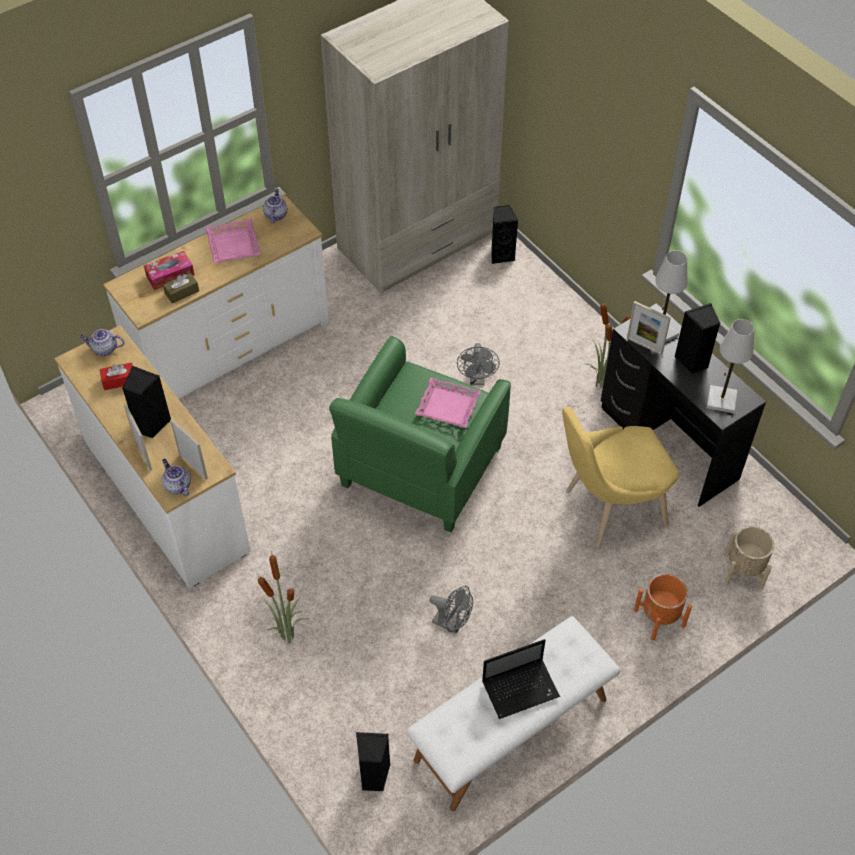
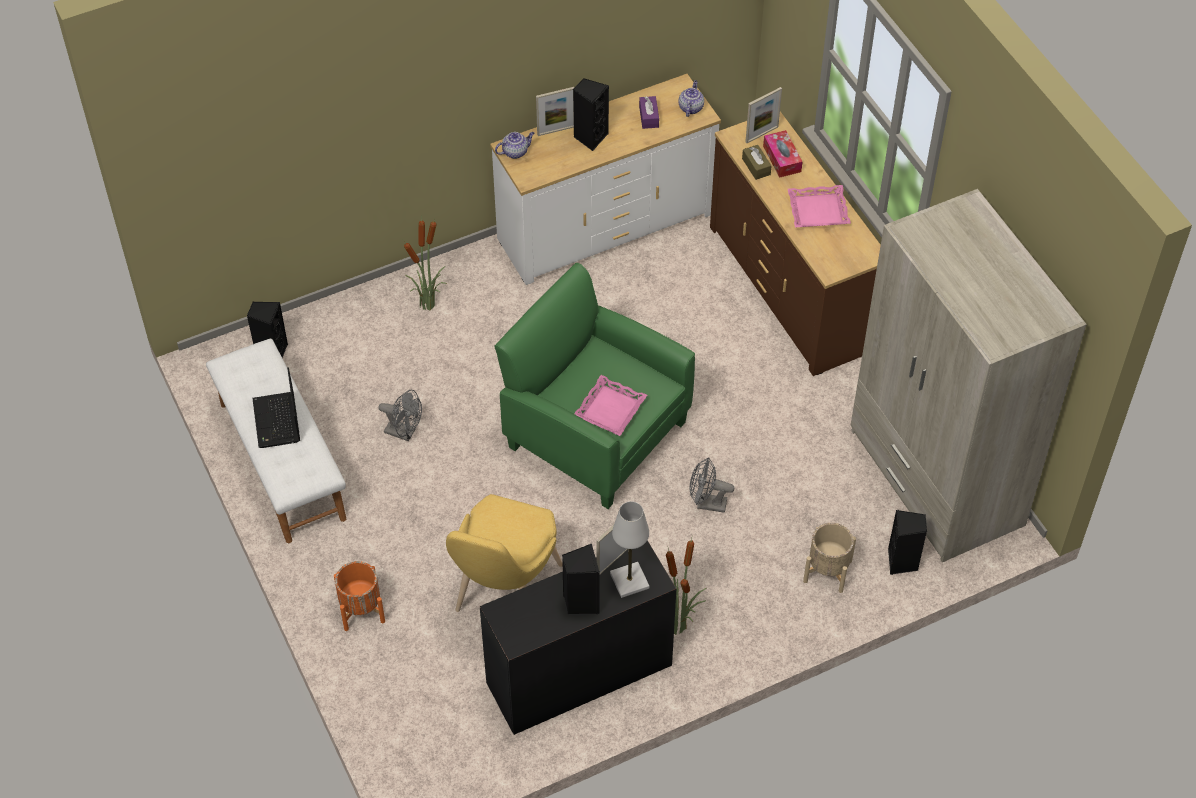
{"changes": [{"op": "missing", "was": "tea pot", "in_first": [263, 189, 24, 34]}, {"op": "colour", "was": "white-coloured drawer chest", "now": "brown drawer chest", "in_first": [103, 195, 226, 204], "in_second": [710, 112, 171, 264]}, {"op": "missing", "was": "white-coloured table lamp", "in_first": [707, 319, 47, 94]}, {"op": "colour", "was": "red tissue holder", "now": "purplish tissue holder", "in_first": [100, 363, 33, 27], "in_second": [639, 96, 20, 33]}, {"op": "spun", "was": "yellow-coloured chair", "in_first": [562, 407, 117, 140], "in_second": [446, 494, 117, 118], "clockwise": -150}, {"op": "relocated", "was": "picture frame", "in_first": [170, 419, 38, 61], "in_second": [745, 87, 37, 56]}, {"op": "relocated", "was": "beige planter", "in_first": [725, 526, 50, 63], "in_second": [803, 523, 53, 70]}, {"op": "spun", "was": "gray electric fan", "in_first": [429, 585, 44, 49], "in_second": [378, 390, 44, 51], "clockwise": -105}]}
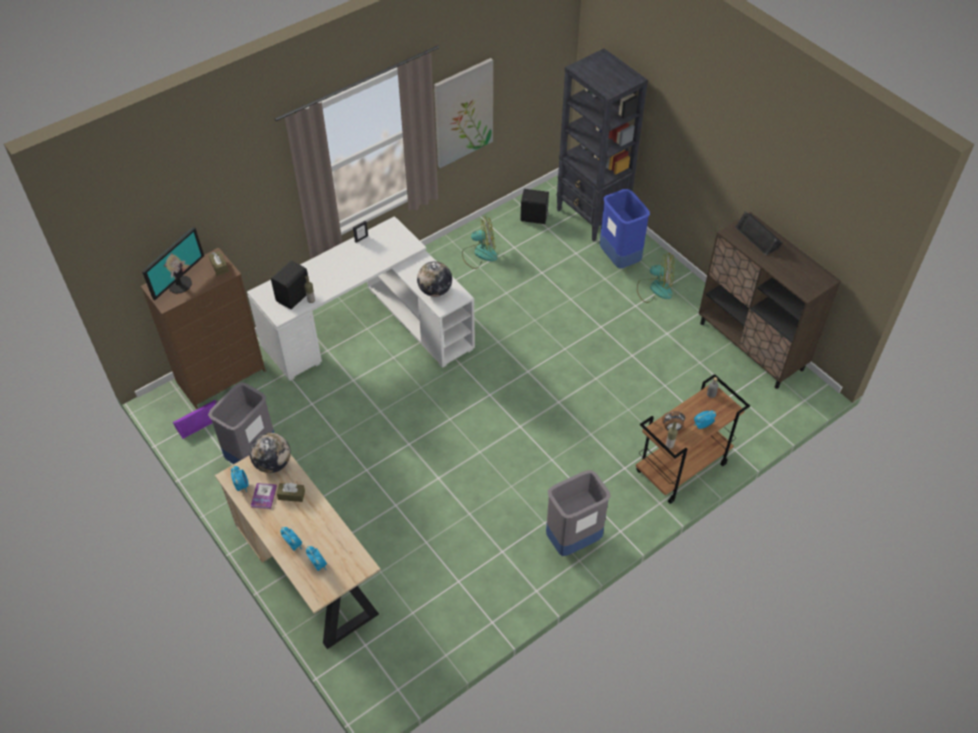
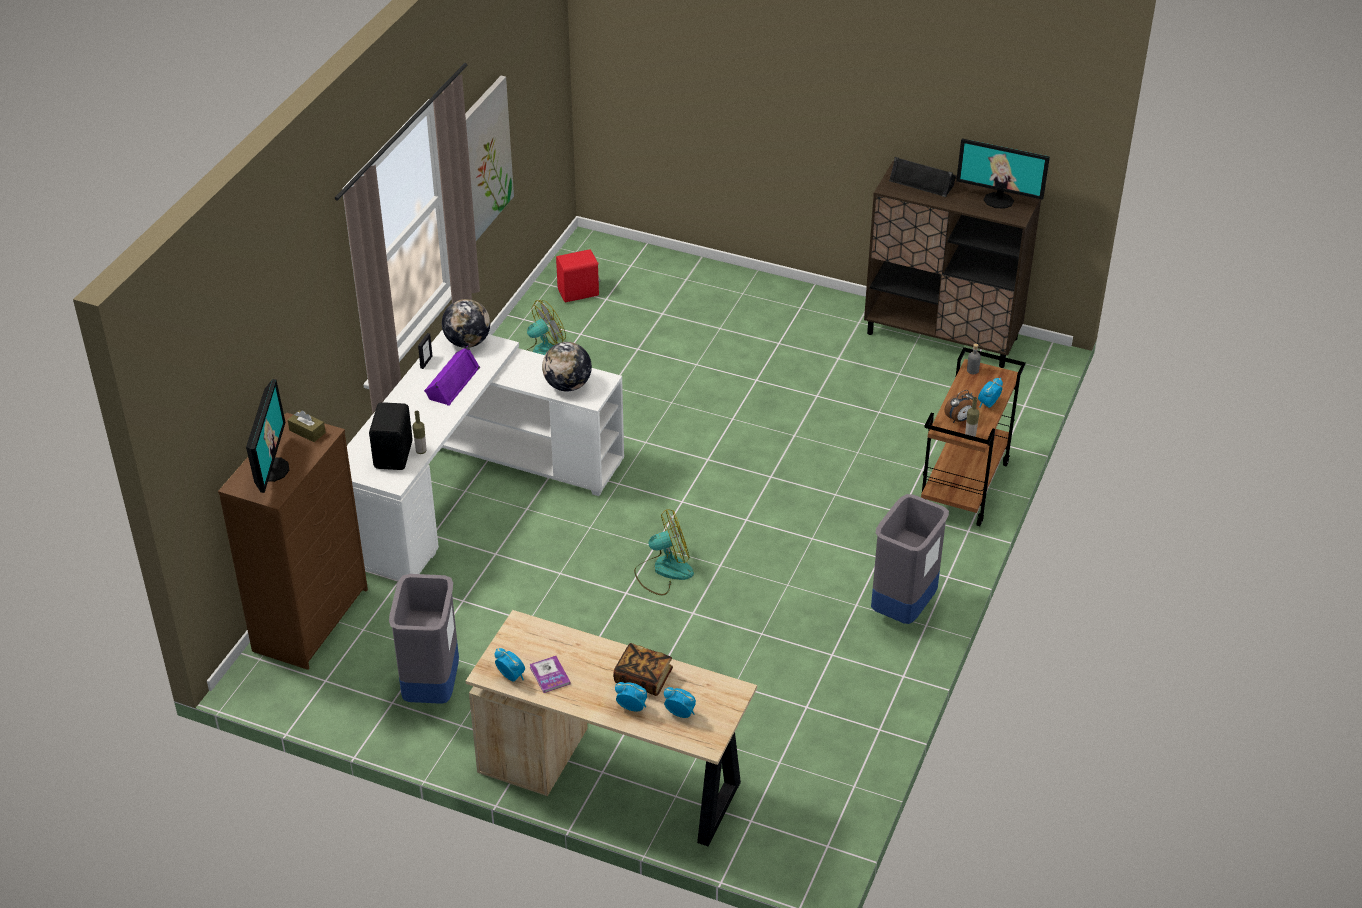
{"changes": [{"op": "missing", "was": "blackish bookshelf", "in_first": [556, 48, 92, 194]}, {"op": "colour", "was": "blackish loudspeaker", "now": "red loudspeaker", "in_first": [520, 189, 29, 35], "in_second": [556, 249, 45, 53]}, {"op": "missing", "was": "blue-coloured trash can", "in_first": [600, 189, 50, 79]}, {"op": "relocated", "was": "electric fan", "in_first": [637, 253, 37, 50], "in_second": [634, 509, 60, 86]}, {"op": "relocated", "was": "purplish loudspeaker", "in_first": [173, 400, 45, 39], "in_second": [424, 346, 56, 60]}, {"op": "relocated", "was": "globe", "in_first": [250, 433, 41, 40], "in_second": [442, 299, 48, 49]}, {"op": "missing", "was": "brown tissue holder", "in_first": [277, 483, 28, 19]}, {"op": "appeared", "now": "computer display", "in_second": [956, 138, 94, 71]}, {"op": "appeared", "now": "bound book", "in_second": [613, 643, 60, 53]}]}
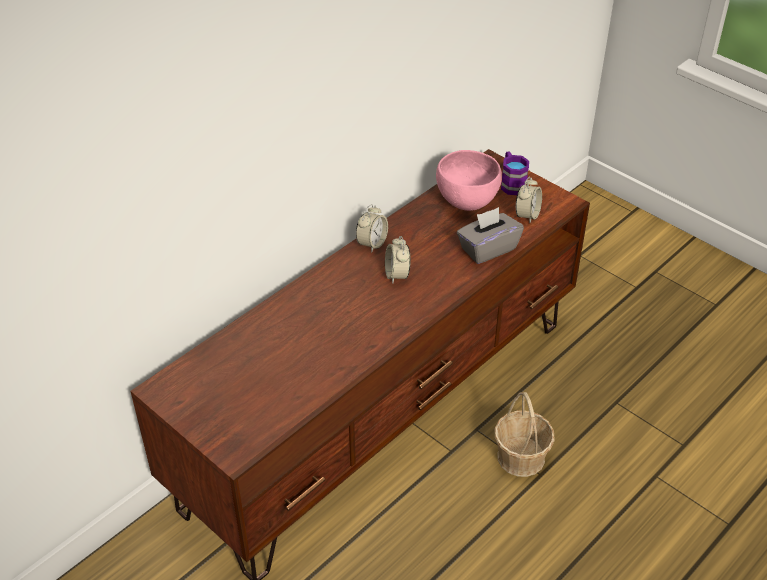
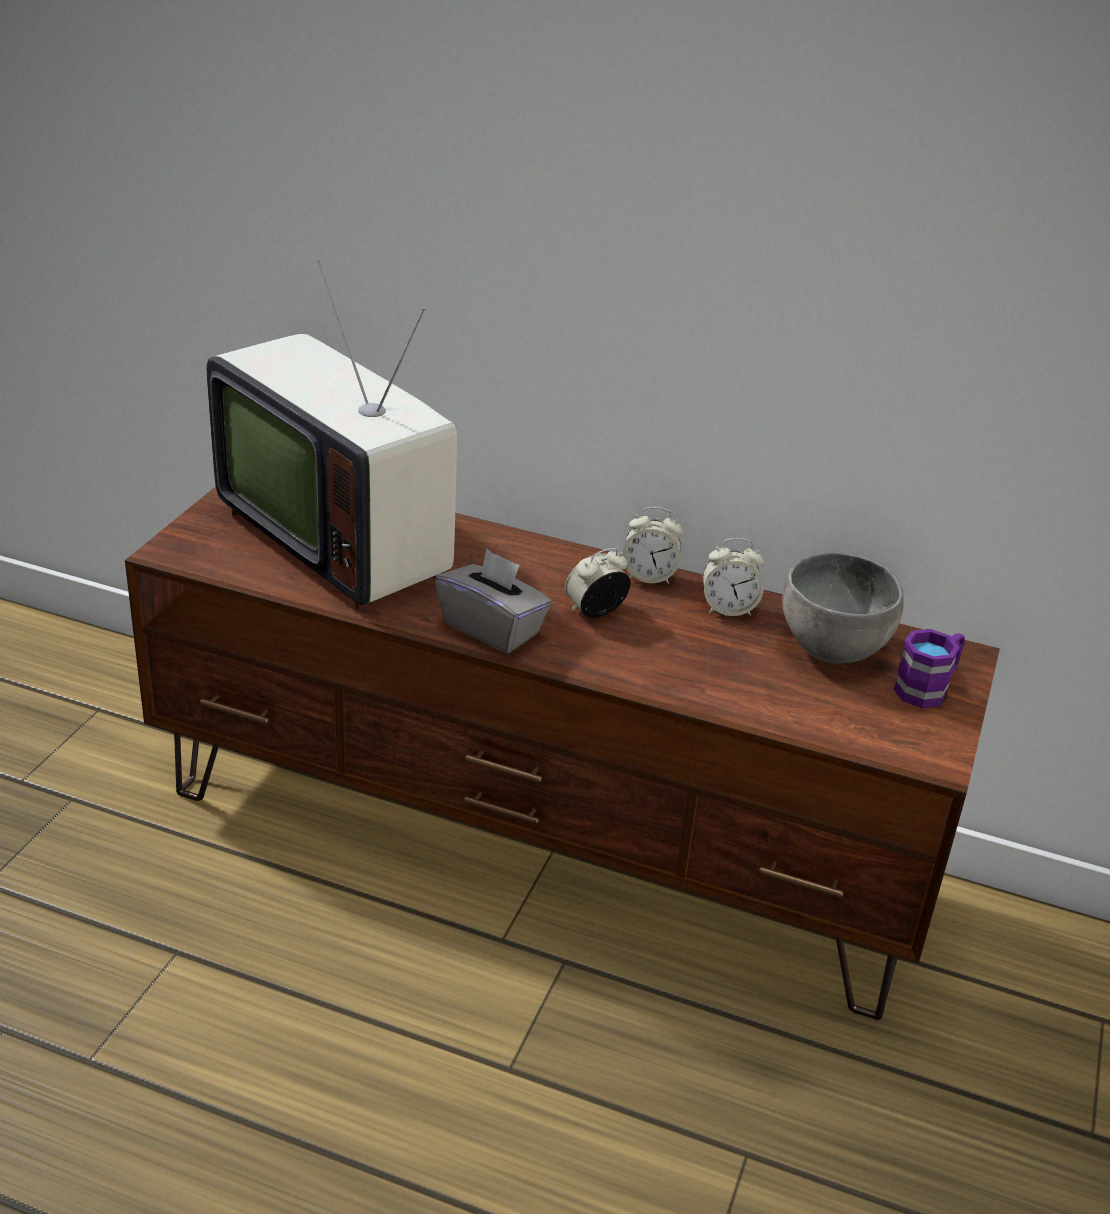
{"changes": [{"op": "colour", "was": "pink-coloured serving bowl", "now": "gray serving bowl", "in_first": [436, 150, 66, 61], "in_second": [782, 552, 122, 111]}, {"op": "relocated", "was": "bedside clock", "in_first": [516, 176, 26, 48], "in_second": [703, 538, 61, 78]}, {"op": "relocated", "was": "gray tissue holder", "in_first": [457, 207, 67, 57], "in_second": [435, 548, 117, 105]}, {"op": "missing", "was": "household basket", "in_first": [495, 392, 60, 85]}, {"op": "appeared", "now": "TV set", "in_second": [206, 259, 251, 351]}]}
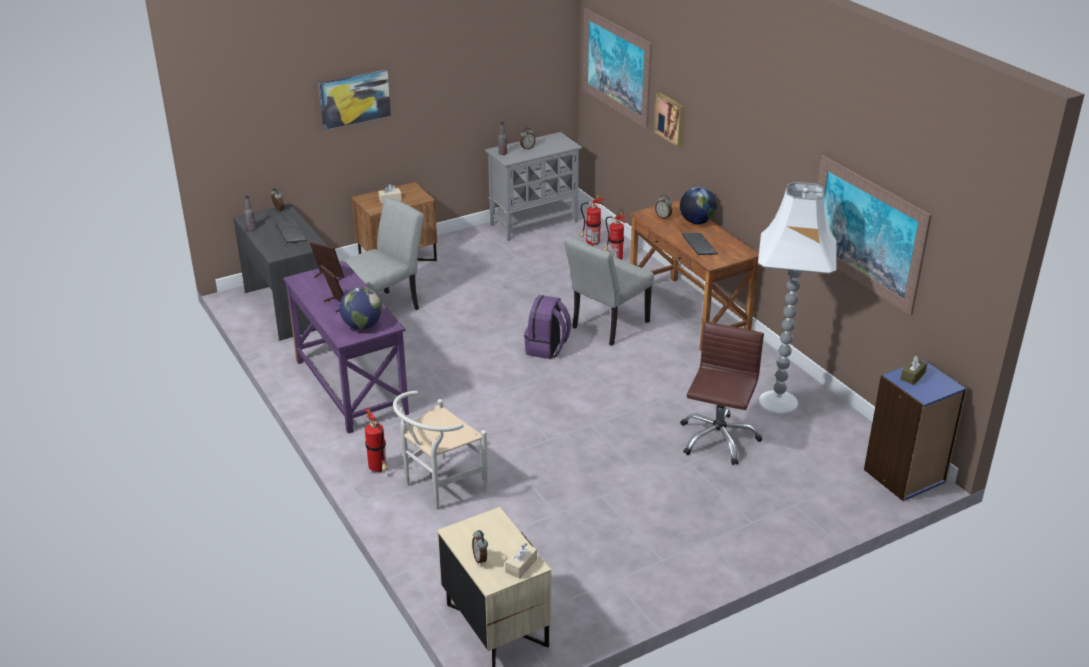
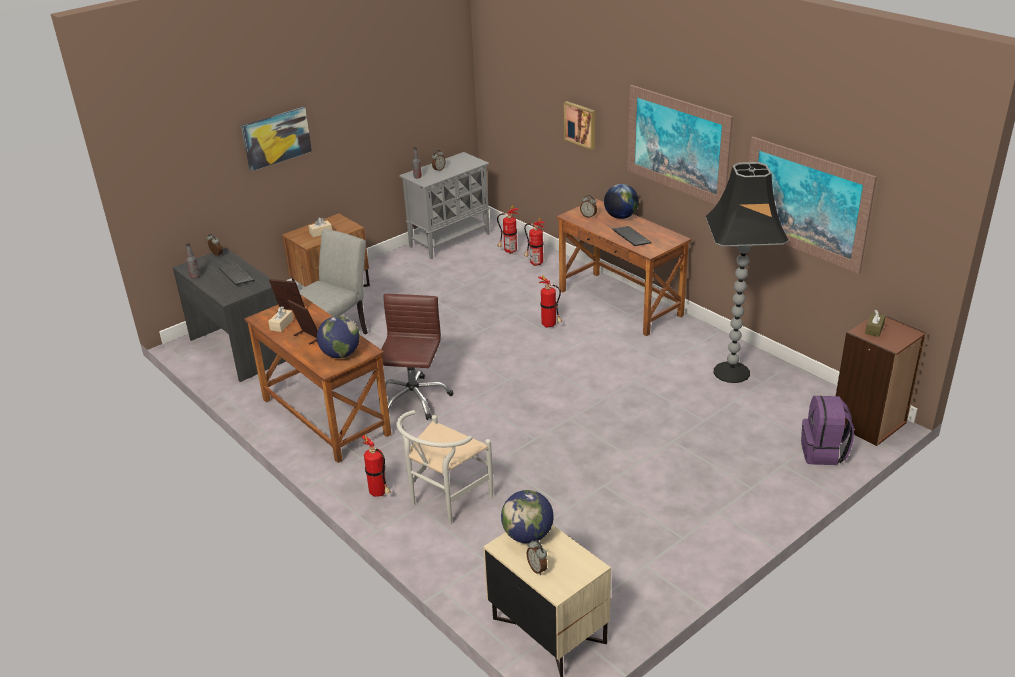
{"changes": [{"op": "relocated", "was": "wall picture", "in_first": [583, 8, 69, 121], "in_second": [627, 85, 106, 120]}, {"op": "colour", "was": "white-coloured standard lamp", "now": "blackish standard lamp", "in_first": [758, 182, 78, 232], "in_second": [705, 162, 84, 221]}, {"op": "exchanged", "was": "gray chair", "now": "fire-fighting cylinder", "in_first": [564, 236, 90, 110], "in_second": [538, 275, 24, 53]}, {"op": "colour", "was": "purplish desk table", "now": "brown desk table", "in_first": [283, 262, 126, 172], "in_second": [244, 295, 147, 168]}, {"op": "relocated", "was": "purplish backpack", "in_first": [524, 295, 47, 64], "in_second": [801, 396, 53, 69]}, {"op": "relocated", "was": "brown office chair", "in_first": [680, 322, 84, 143], "in_second": [381, 294, 72, 126]}, {"op": "colour", "was": "blue-coloured bookshelf", "now": "brown bookshelf", "in_first": [864, 359, 104, 142], "in_second": [836, 312, 90, 134]}, {"op": "relocated", "was": "beige tissue holder", "in_first": [505, 543, 32, 36], "in_second": [268, 306, 26, 26]}, {"op": "appeared", "now": "globe", "in_second": [501, 490, 53, 53]}]}
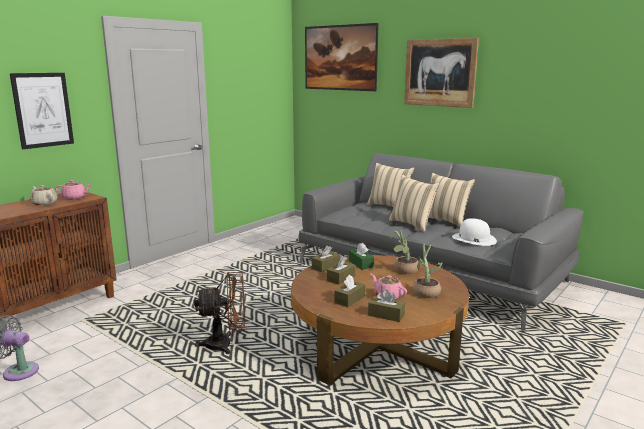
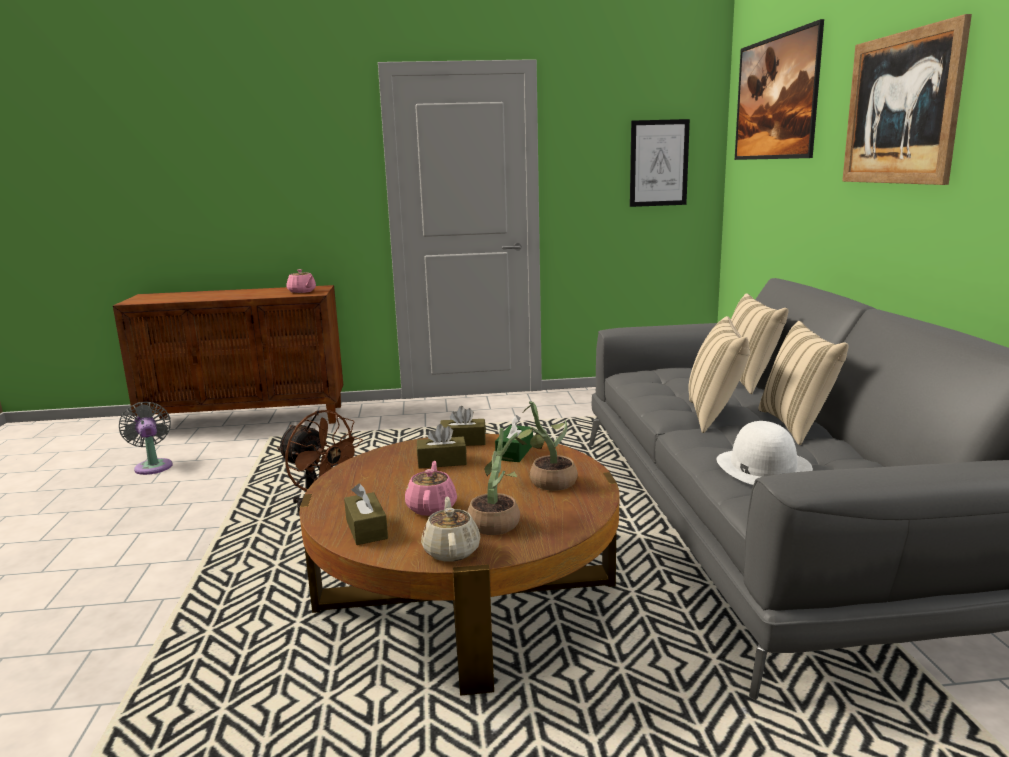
{"changes": [{"op": "relocated", "was": "wall picture", "in_first": [10, 73, 64, 76], "in_second": [630, 119, 60, 88]}, {"op": "relocated", "was": "beige tea pot", "in_first": [30, 185, 27, 21], "in_second": [421, 497, 59, 64]}, {"op": "missing", "was": "brown tissue holder", "in_first": [334, 275, 31, 32]}]}
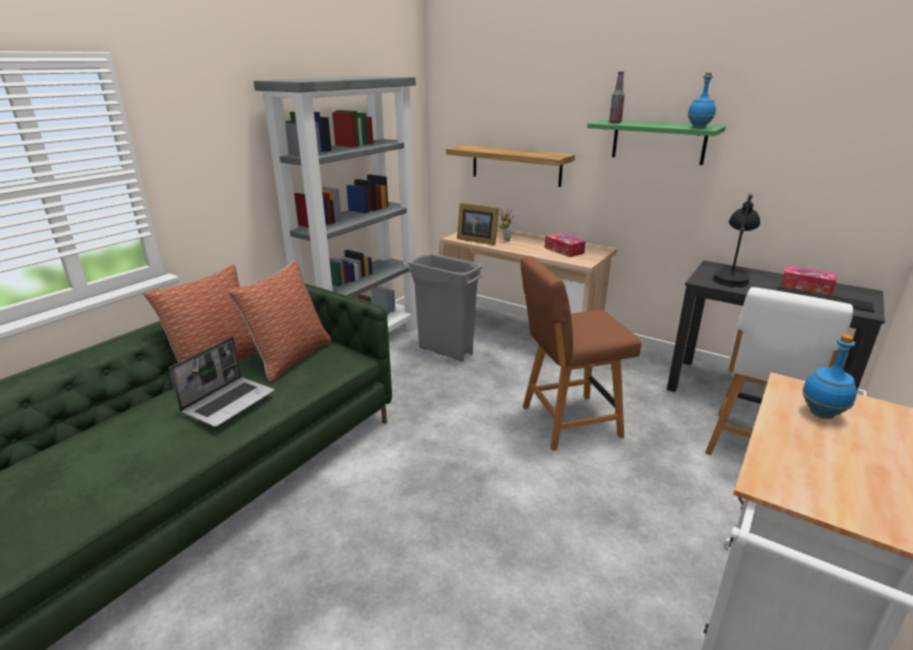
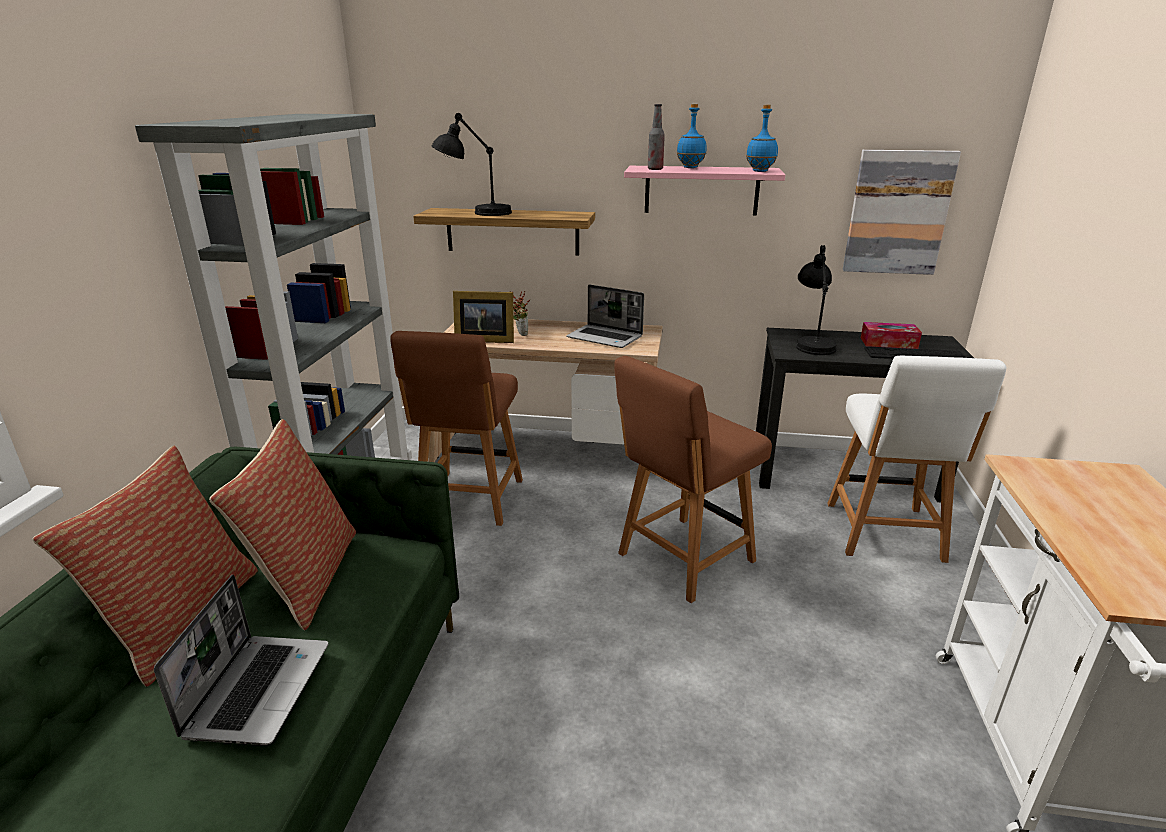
{"changes": [{"op": "colour", "was": "green shelf", "now": "pink-coloured shelf", "in_first": [587, 120, 139, 45], "in_second": [624, 166, 161, 49]}, {"op": "exchanged", "was": "tissue holder", "now": "notebook computer", "in_first": [545, 233, 41, 24], "in_second": [566, 284, 78, 64]}, {"op": "exchanged", "was": "gray trash can", "now": "brown chair", "in_first": [408, 253, 74, 109], "in_second": [390, 331, 133, 195]}, {"op": "relocated", "was": "blue-coloured drink bottle", "in_first": [802, 334, 55, 85], "in_second": [677, 104, 30, 64]}, {"op": "appeared", "now": "blackish table lamp", "in_second": [432, 113, 80, 103]}, {"op": "appeared", "now": "wall picture", "in_second": [843, 150, 118, 125]}]}
